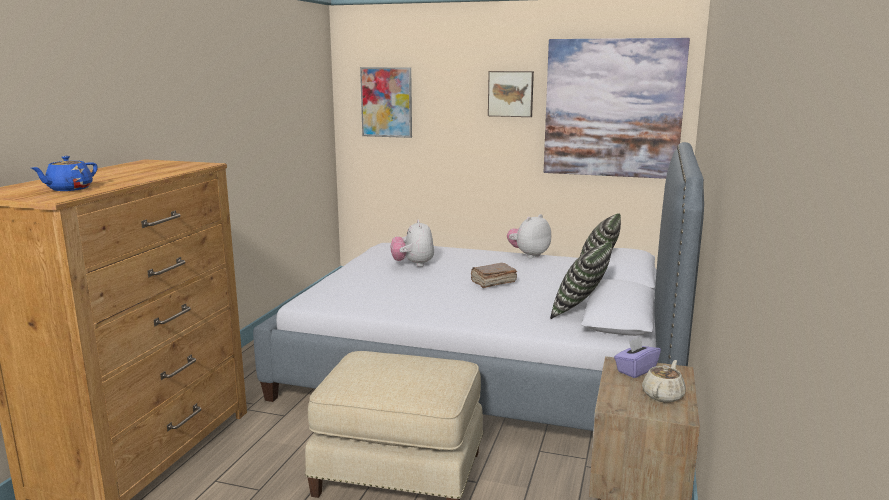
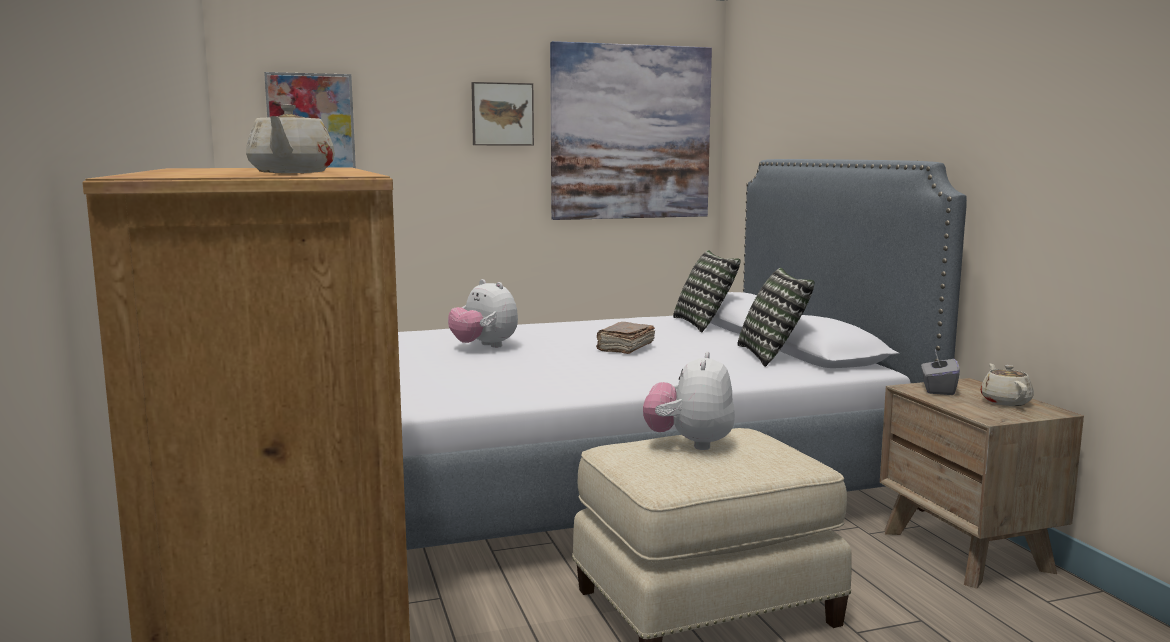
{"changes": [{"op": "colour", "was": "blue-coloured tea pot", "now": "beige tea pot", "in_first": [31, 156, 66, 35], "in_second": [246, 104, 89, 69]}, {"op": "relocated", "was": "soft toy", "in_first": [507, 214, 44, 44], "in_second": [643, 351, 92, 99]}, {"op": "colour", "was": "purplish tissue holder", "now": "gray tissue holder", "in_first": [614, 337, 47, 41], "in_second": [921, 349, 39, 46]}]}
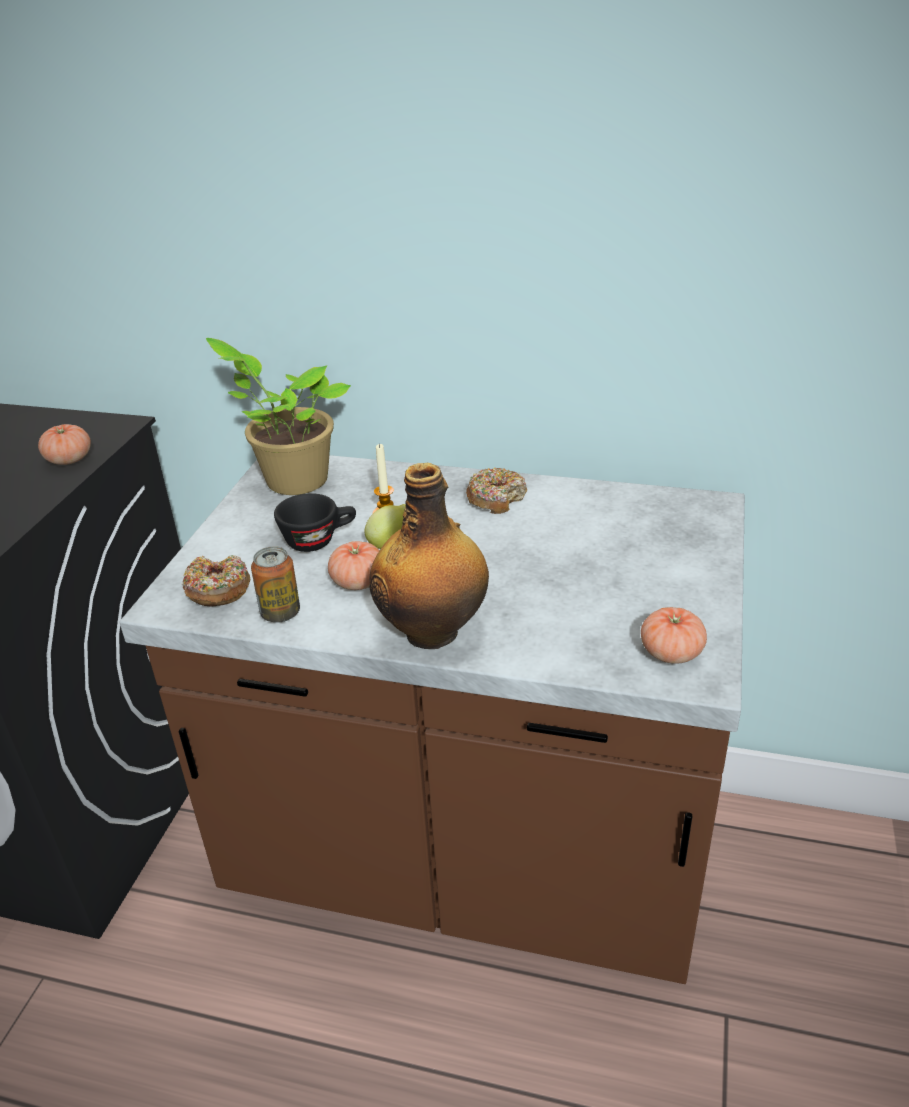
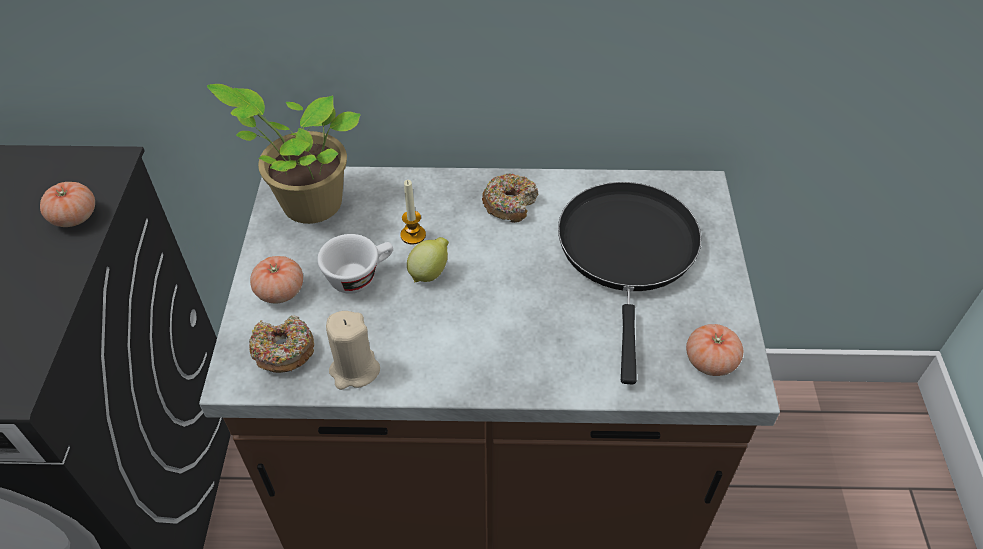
{"changes": [{"op": "missing", "was": "drink bottle", "in_first": [370, 463, 119, 186]}, {"op": "colour", "was": "blackish small cup", "now": "white-coloured small cup", "in_first": [274, 493, 82, 59], "in_second": [317, 234, 76, 60]}, {"op": "relocated", "was": "whole tomato", "in_first": [328, 541, 52, 49], "in_second": [250, 256, 53, 47]}, {"op": "exchanged", "was": "sealed can", "now": "beige wax light", "in_first": [251, 546, 49, 77], "in_second": [326, 311, 54, 79]}, {"op": "appeared", "now": "blackish skillet", "in_second": [558, 182, 144, 203]}]}
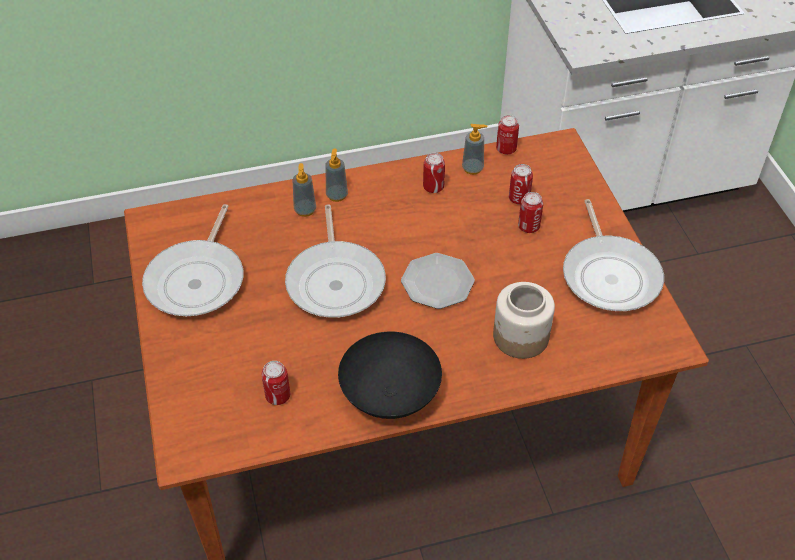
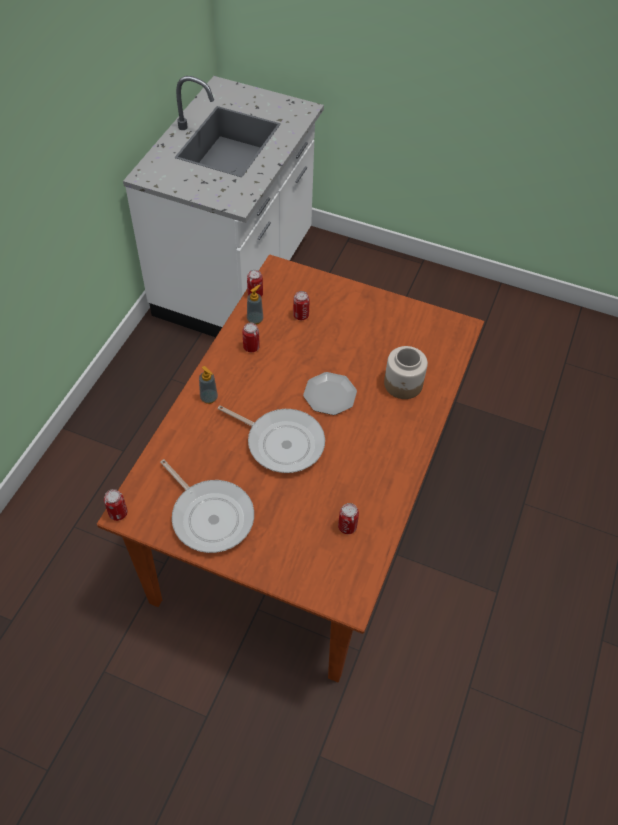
{"changes": [{"op": "missing", "was": "liquid soap bottle", "in_first": [293, 163, 23, 54]}, {"op": "relocated", "was": "sealed can", "in_first": [518, 192, 25, 41], "in_second": [104, 489, 24, 32]}, {"op": "missing", "was": "skillet", "in_first": [563, 199, 101, 112]}, {"op": "missing", "was": "blackish serving bowl", "in_first": [338, 332, 104, 87]}]}
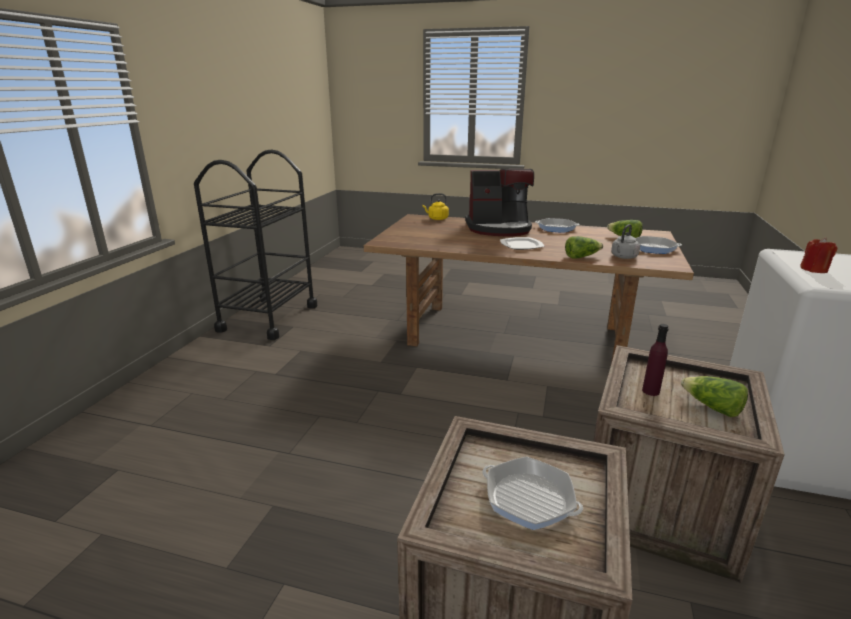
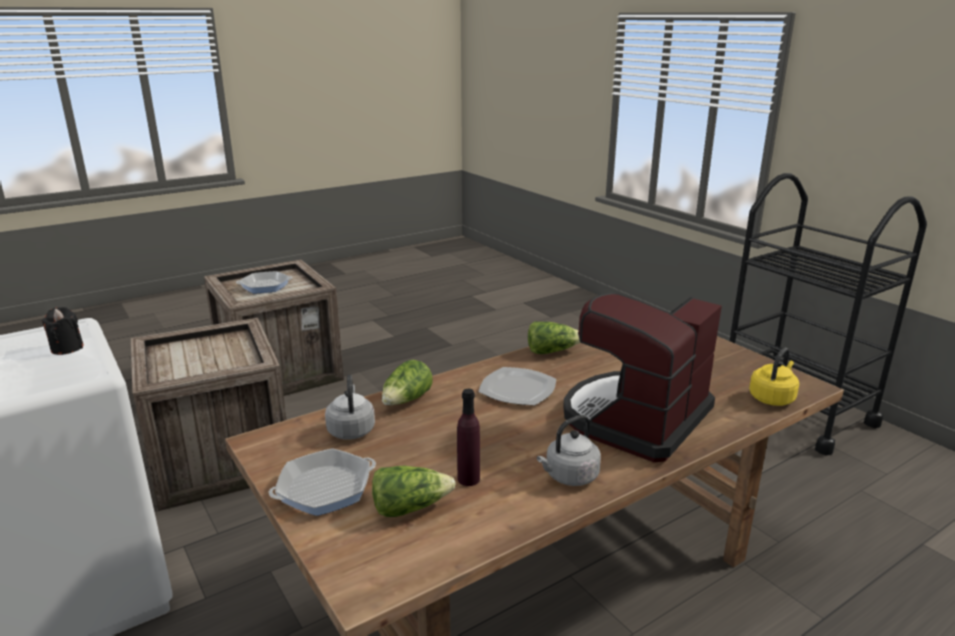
{"changes": [{"op": "exchanged", "was": "skillet", "now": "gray water kettle", "in_first": [535, 218, 45, 15], "in_second": [537, 415, 64, 71]}, {"op": "colour", "was": "red wax light", "now": "blackish wax light", "in_first": [800, 237, 37, 36], "in_second": [42, 307, 42, 48]}, {"op": "relocated", "was": "purplish drink bottle", "in_first": [642, 324, 27, 72], "in_second": [457, 389, 23, 97]}, {"op": "relocated", "was": "lettuce", "in_first": [681, 376, 67, 41], "in_second": [528, 322, 53, 32]}]}
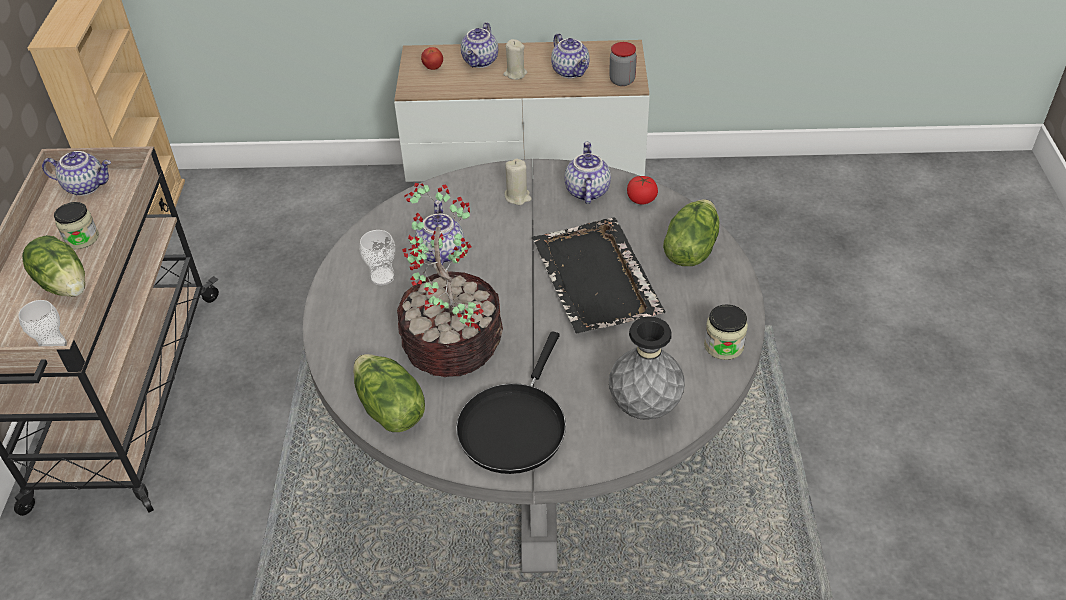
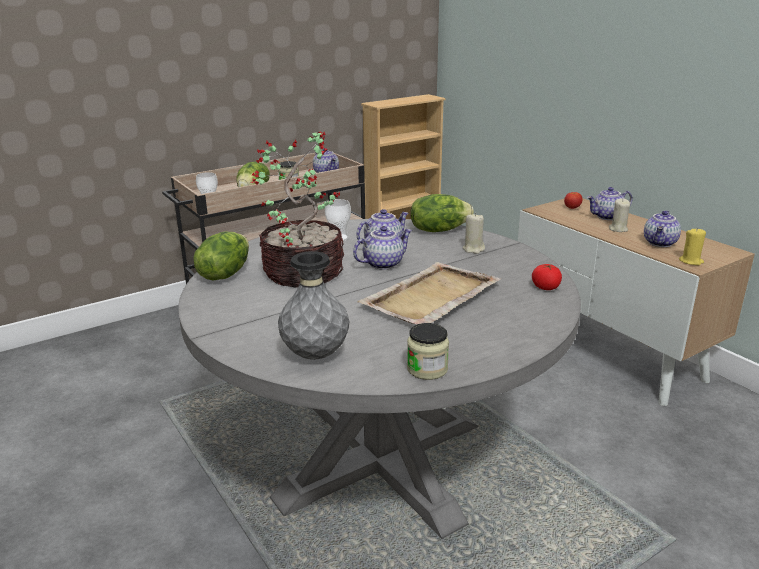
{"changes": [{"op": "exchanged", "was": "jar", "now": "yellow-coloured wax light", "in_first": [609, 42, 28, 44], "in_second": [679, 228, 27, 38]}, {"op": "relocated", "was": "tea pot", "in_first": [565, 142, 46, 62], "in_second": [353, 226, 59, 44]}, {"op": "relocated", "was": "lettuce", "in_first": [663, 199, 56, 67], "in_second": [410, 194, 64, 38]}, {"op": "colour", "was": "blackish carrying tray", "now": "beige carrying tray", "in_first": [531, 217, 134, 117], "in_second": [357, 262, 144, 62]}, {"op": "missing", "was": "blackish skillet", "in_first": [456, 331, 110, 143]}]}
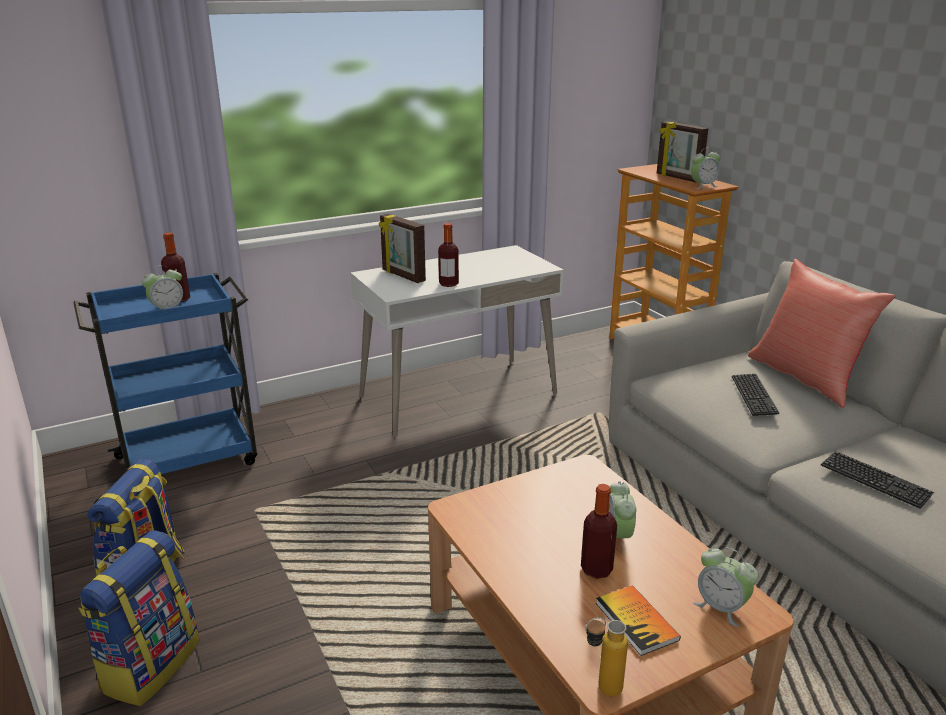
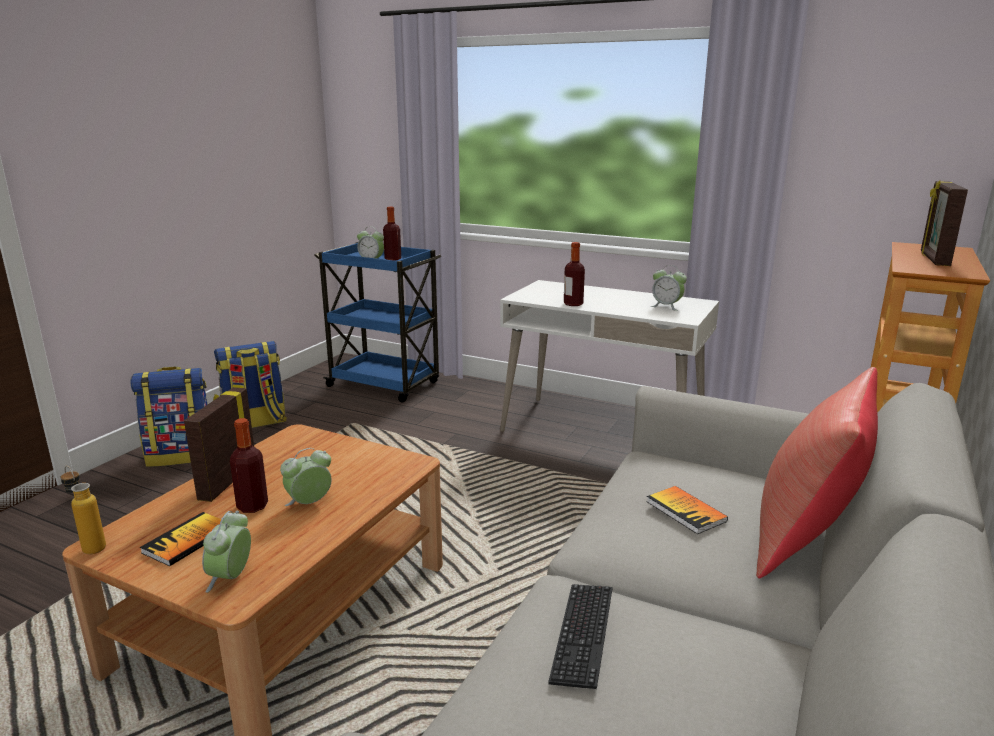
{"changes": [{"op": "relocated", "was": "bedside clock", "in_first": [691, 148, 29, 41], "in_second": [651, 265, 36, 46]}, {"op": "relocated", "was": "picture frame", "in_first": [379, 214, 47, 69], "in_second": [184, 387, 70, 115]}, {"op": "exchanged", "was": "computer keyboard", "now": "bound book", "in_first": [732, 374, 47, 42], "in_second": [646, 486, 82, 48]}]}
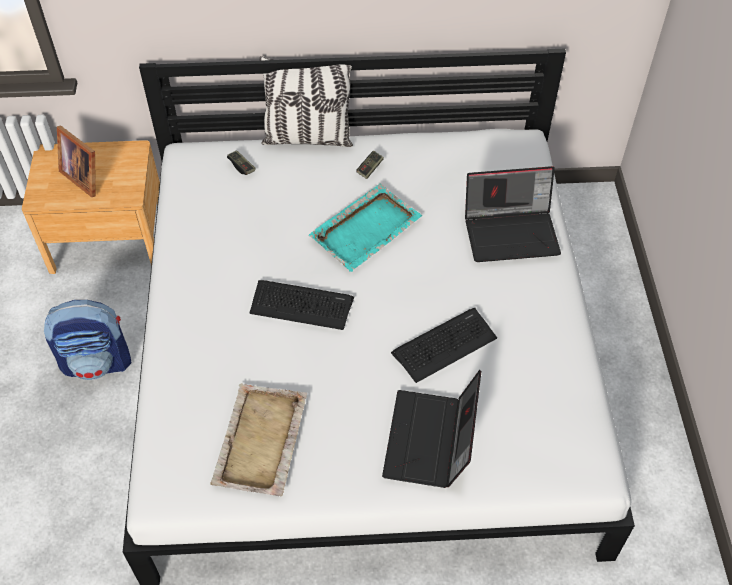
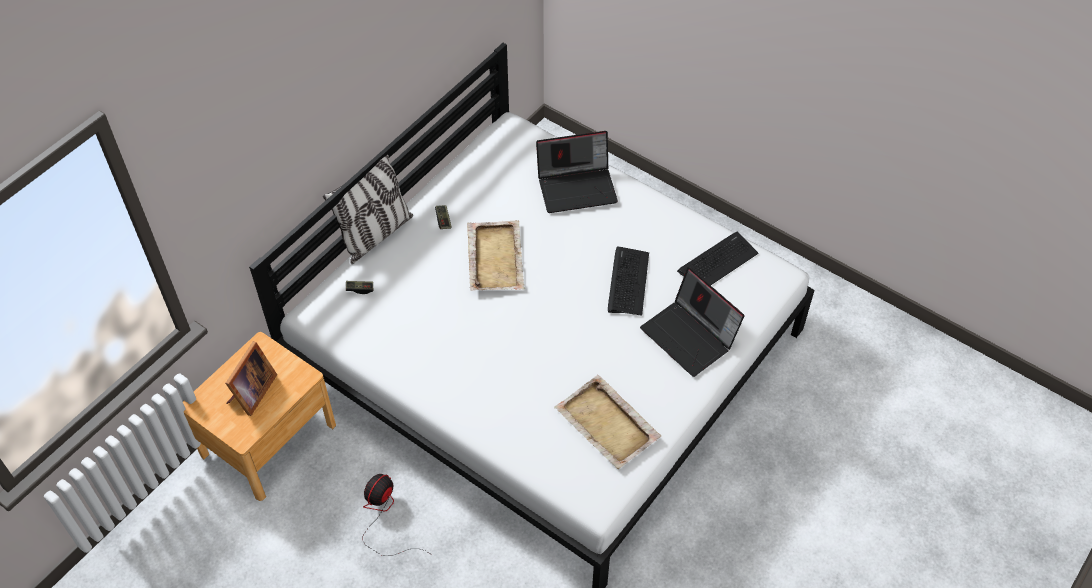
{"changes": [{"op": "spun", "was": "picture frame", "in_first": [57, 125, 39, 72], "in_second": [225, 342, 52, 74], "clockwise": -60}, {"op": "spun", "was": "notebook computer", "in_first": [465, 166, 96, 96], "in_second": [536, 131, 82, 82], "clockwise": 45}, {"op": "colour", "was": "turquoise-coloured carrying tray", "now": "beige carrying tray", "in_first": [309, 184, 113, 88], "in_second": [467, 220, 58, 71]}, {"op": "relocated", "was": "computer keyboard", "in_first": [250, 280, 104, 50], "in_second": [677, 231, 81, 54]}, {"op": "exchanged", "was": "backpack", "now": "electric fan", "in_first": [44, 300, 87, 80], "in_second": [362, 474, 70, 82]}]}
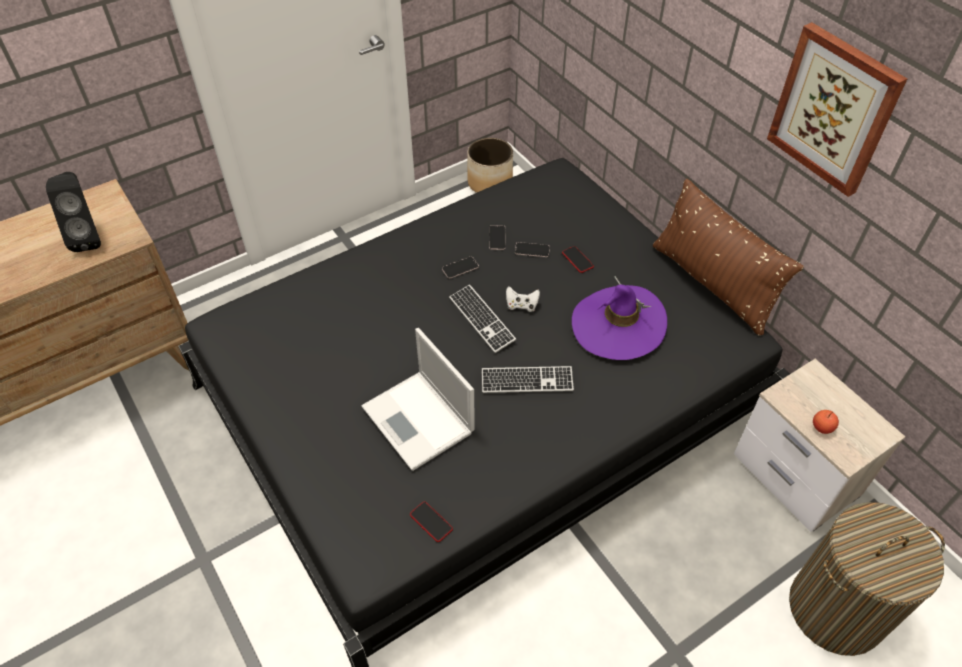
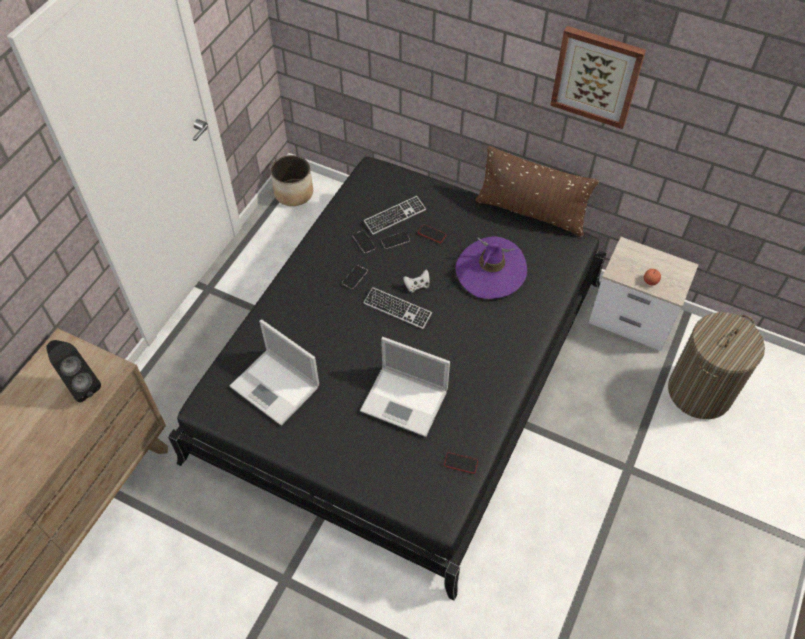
{"changes": [{"op": "relocated", "was": "computer keyboard", "in_first": [482, 366, 92, 27], "in_second": [364, 196, 62, 39]}, {"op": "appeared", "now": "notebook computer", "in_second": [230, 319, 89, 107]}]}
